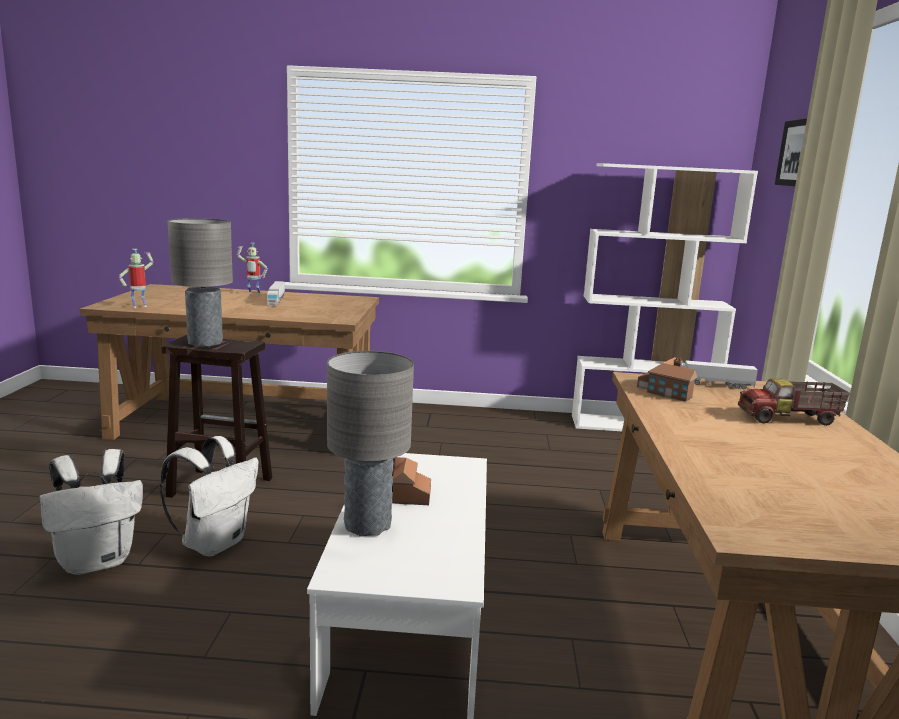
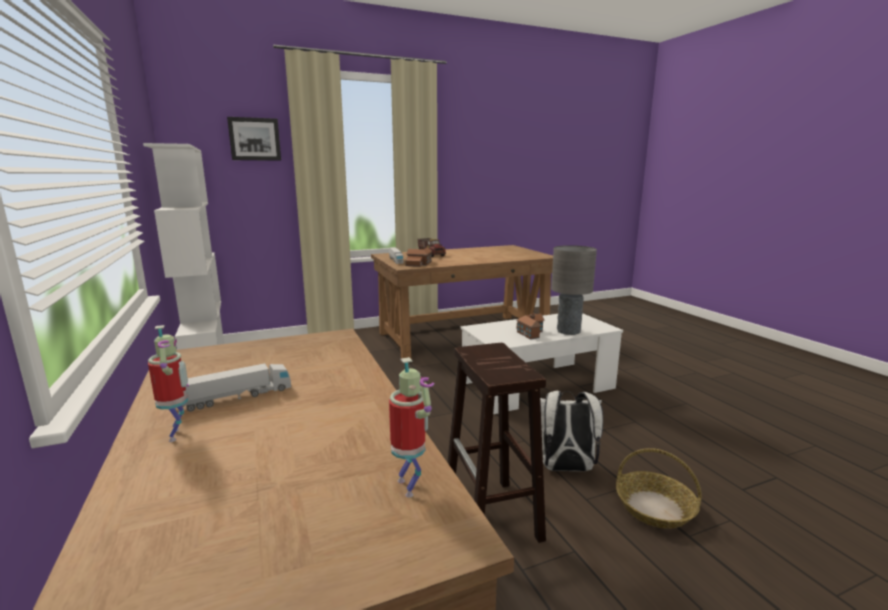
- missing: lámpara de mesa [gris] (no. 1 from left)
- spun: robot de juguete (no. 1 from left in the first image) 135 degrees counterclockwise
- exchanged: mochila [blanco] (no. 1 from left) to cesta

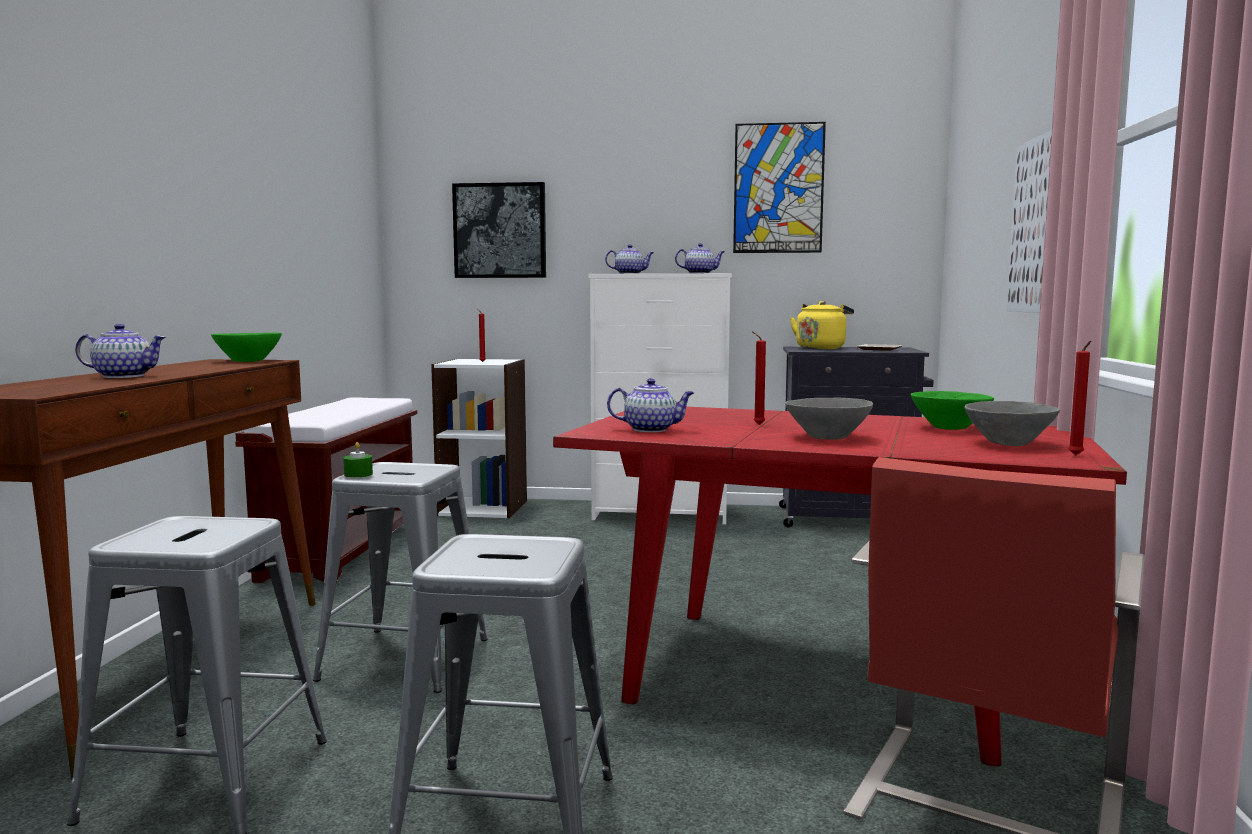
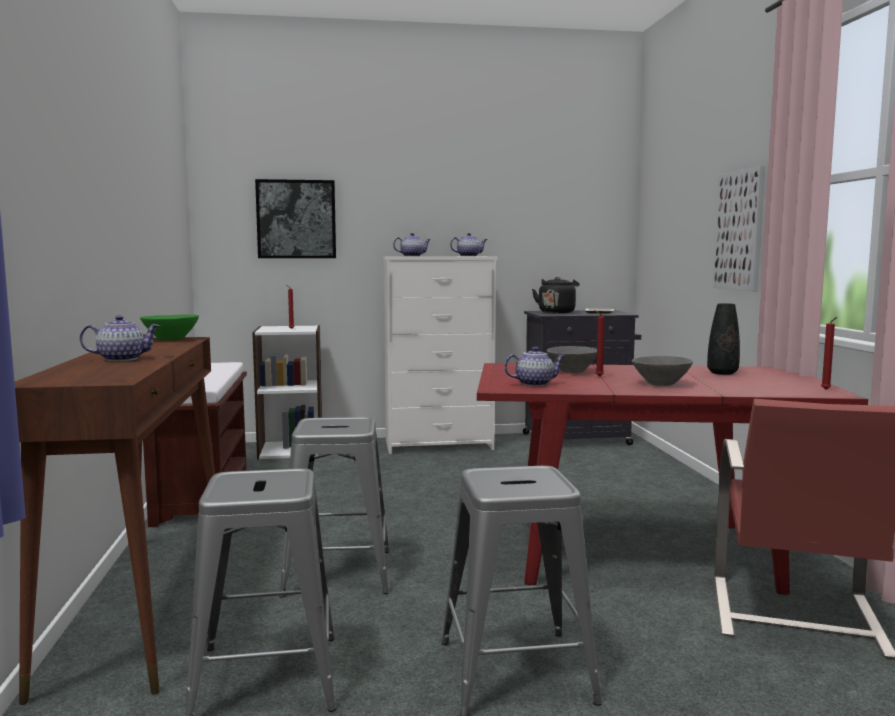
- missing: cuadro (no. 2 from left)
- colour: hervidor [amarillo] to hervidor [negro]
- exchanged: cuenco [verde] (no. 2 from left) to florero [negro]
- relocated: cuenco [gris] (no. 2 from left in the first image) to cuenco [gris] (no. 1 from left)
- missing: vela [verde]

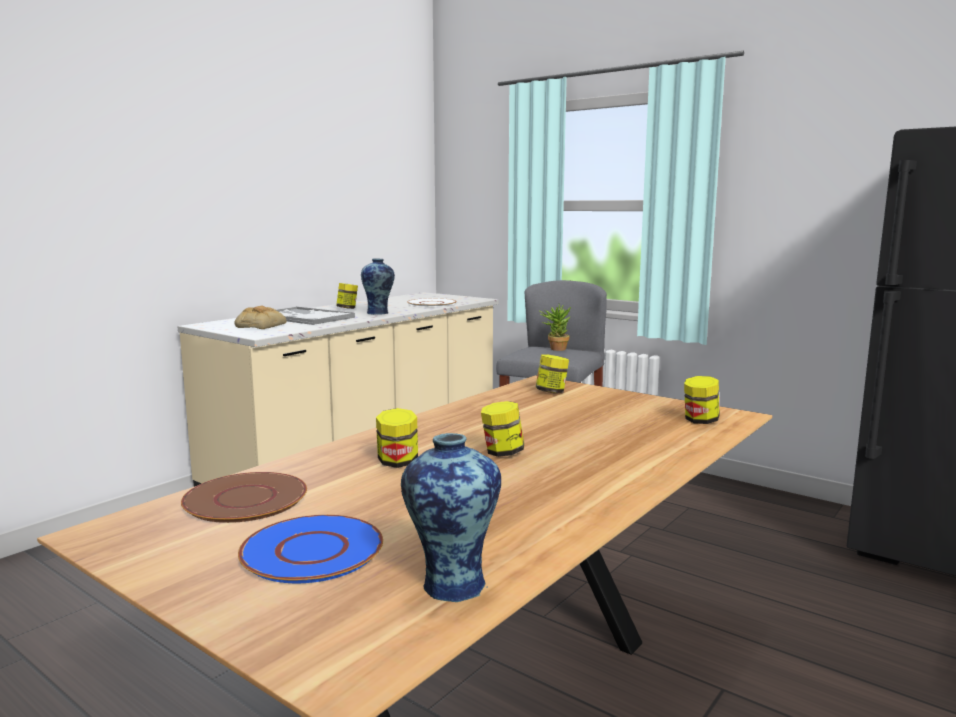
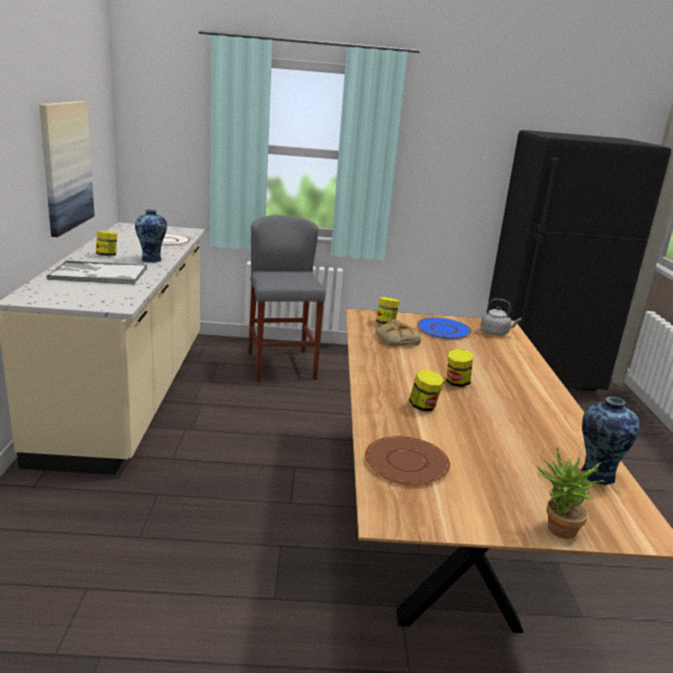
- relocated: planta en maceta
- relocated: pan
- exchanged: tarro (no. 5 from left) to hervidor [gris]
- relocated: plato [azul]
- appeared: cuadro

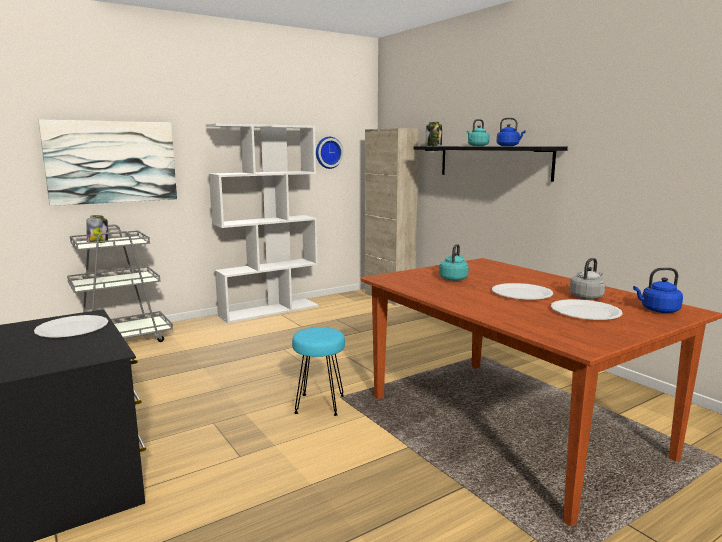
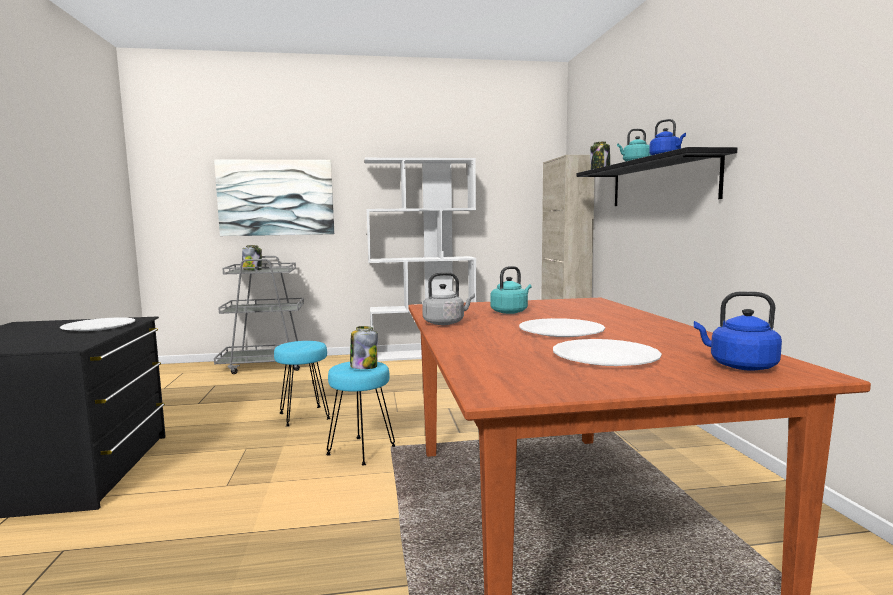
- missing: reloj de pared
- relocated: hervidor [gris]
- appeared: tarro (no. 2 from left)
- appeared: taburete [turquesa] (no. 1 from left)

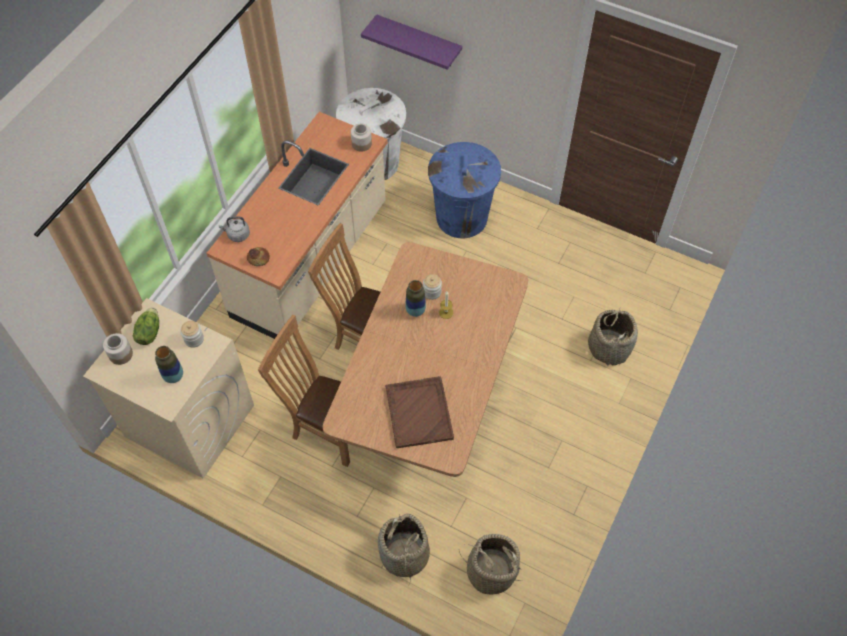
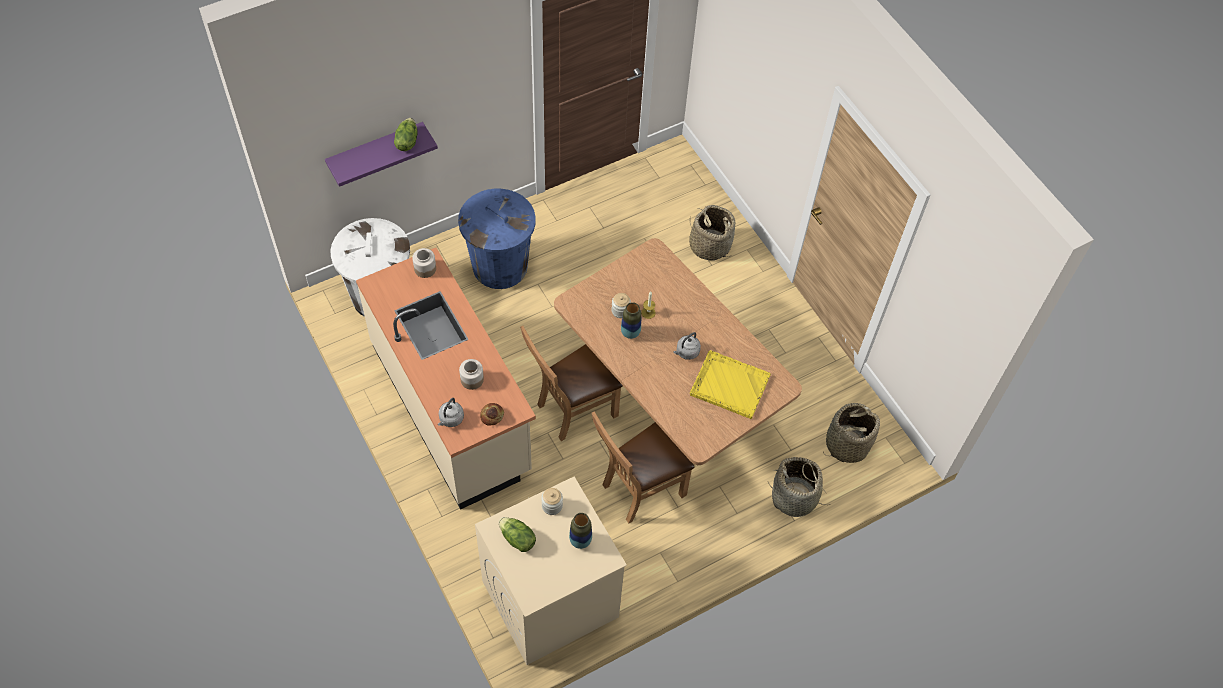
- relocated: tarro (no. 1 from left in the first image) to tarro (no. 2 from left)
- colour: bandeja [marrón] to bandeja [amarillo]
- appeared: lechuga (no. 1 from left)
- appeared: hervidor [gris] (no. 2 from left)

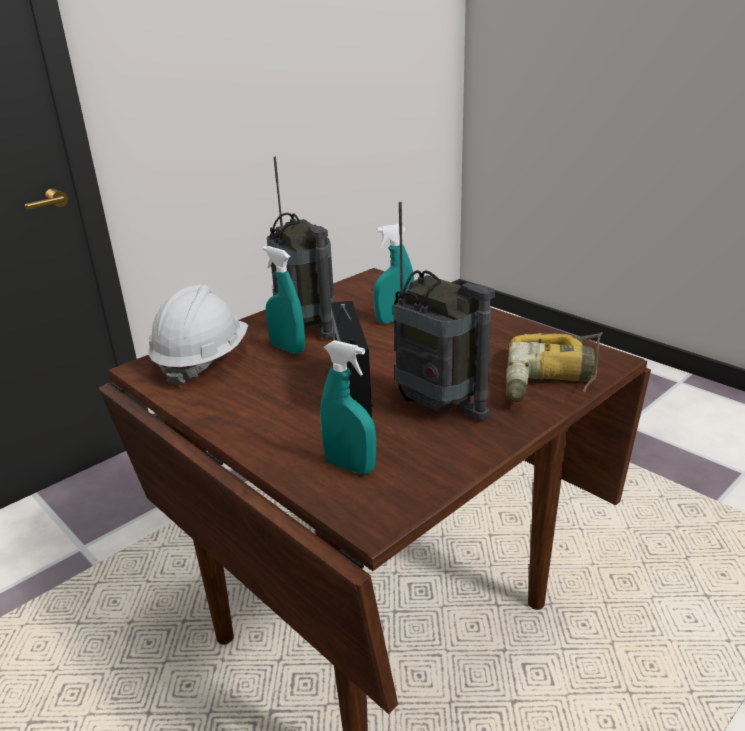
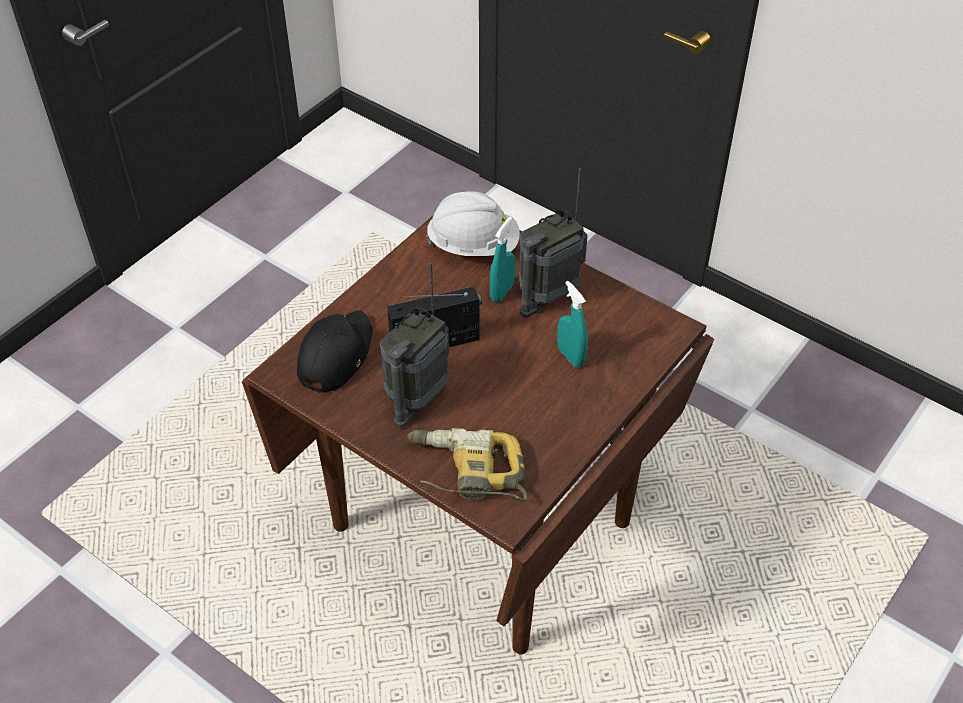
- exchanged: pulverizador [turquesa] (no. 2 from left) to gorra [negro]

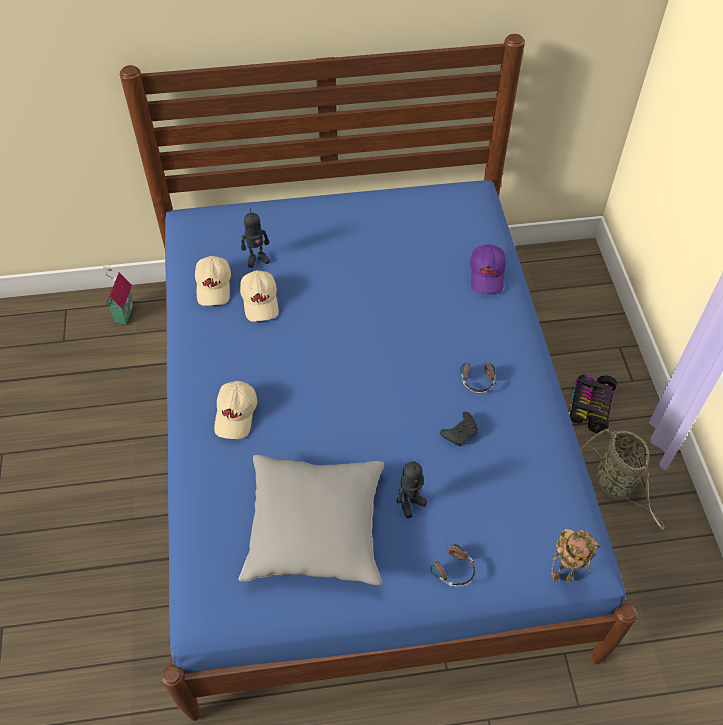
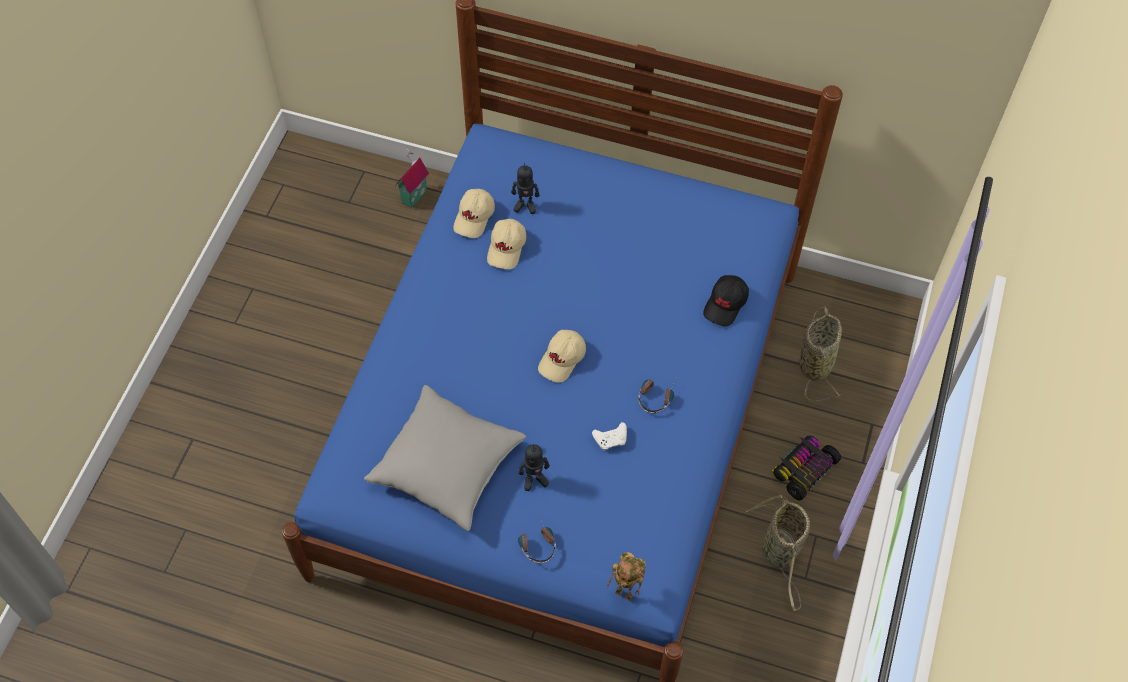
- colour: gorra [morado] to gorra [negro]
- relocated: gorra [beis] (no. 2 from left in the first image) to gorra [beis] (no. 3 from left)
- colour: mando de consola [negro] to mando de consola [blanco]
- appeared: cesta (no. 2 from left)

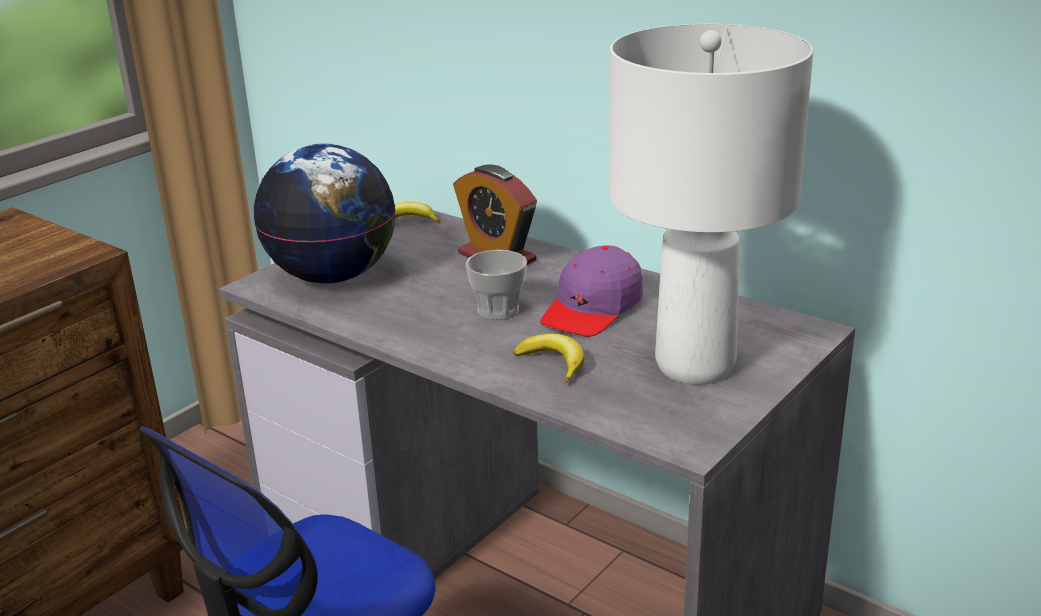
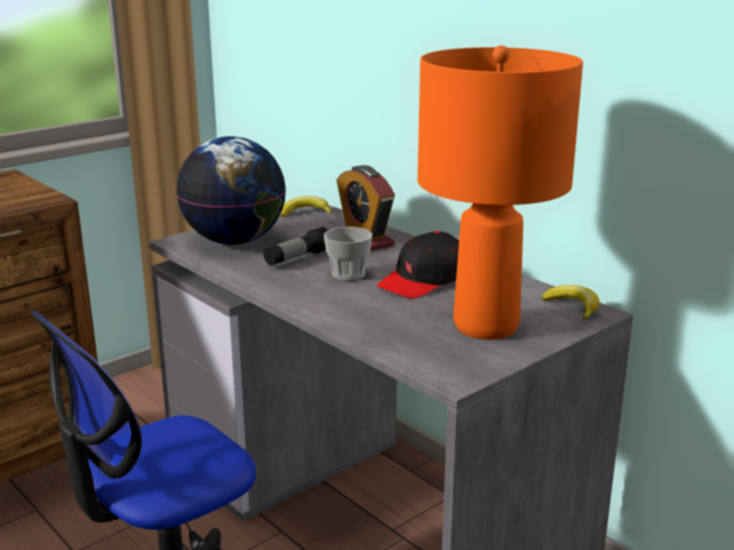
- colour: lámpara de mesa [blanco] to lámpara de mesa [naranja]
- colour: gorra [morado] to gorra [negro]
- relocated: plátano (no. 2 from left)
- appeared: linterna

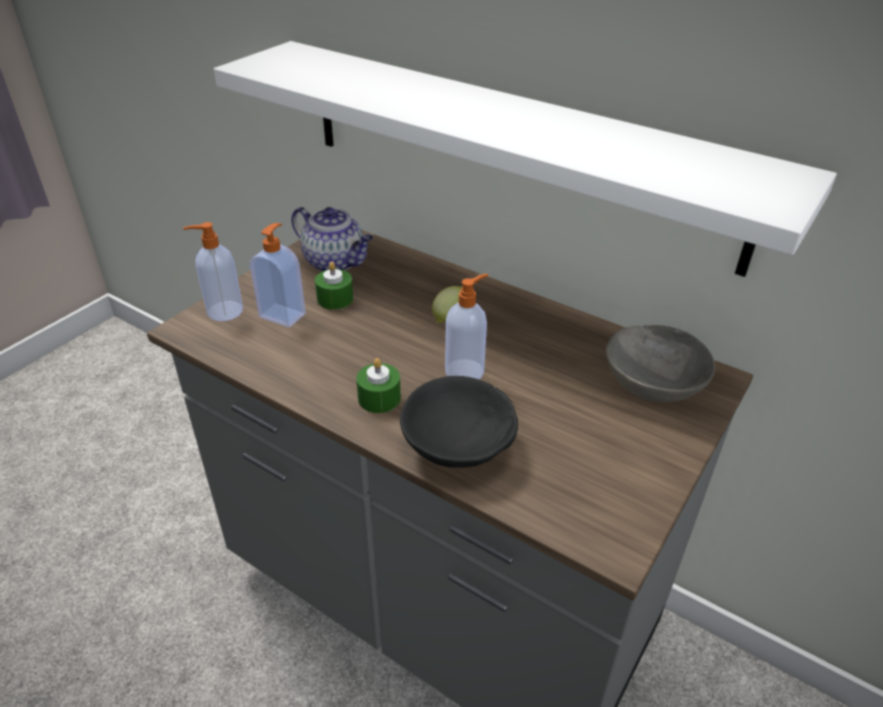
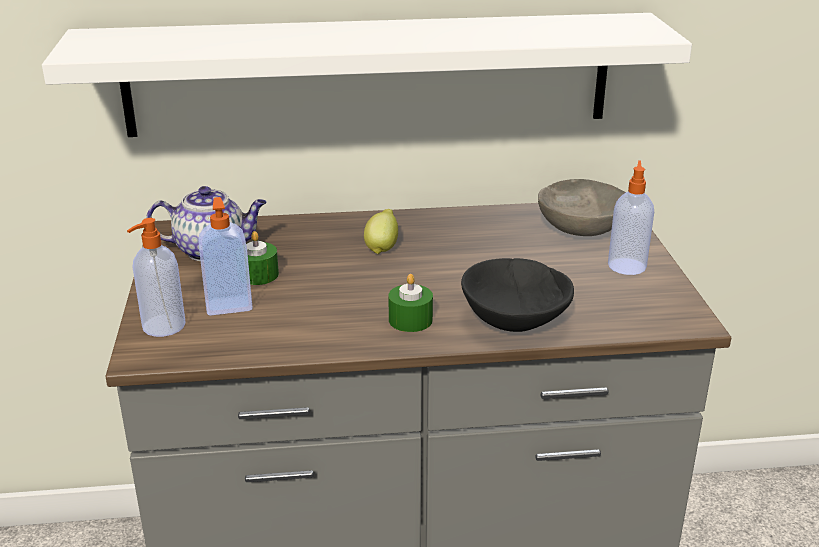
- relocated: dispensador de jabón (no. 3 from left)

